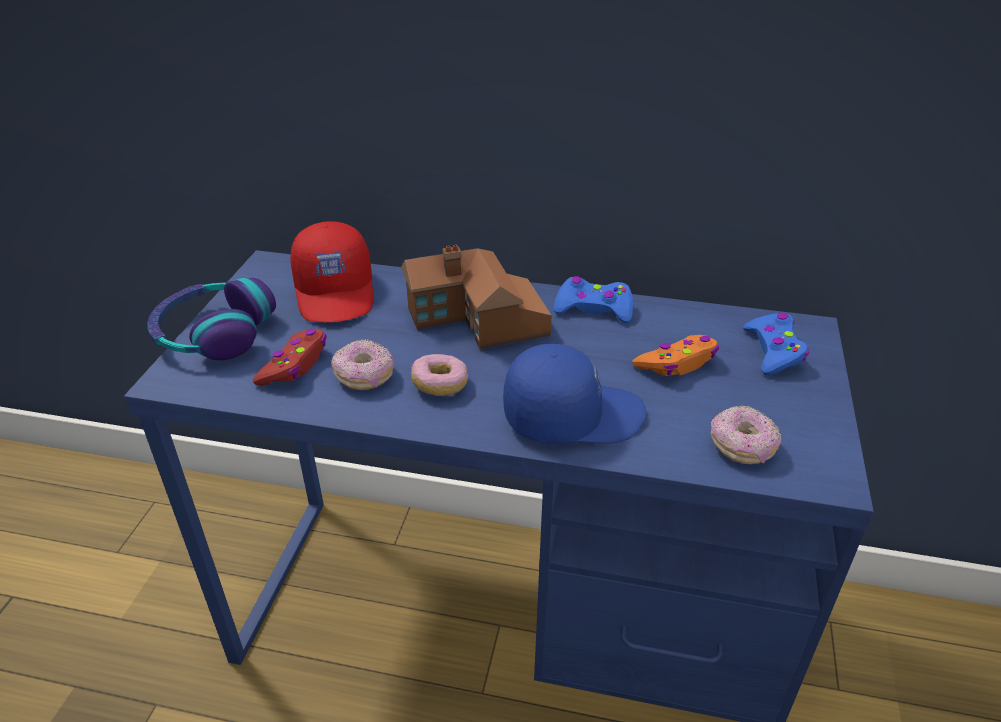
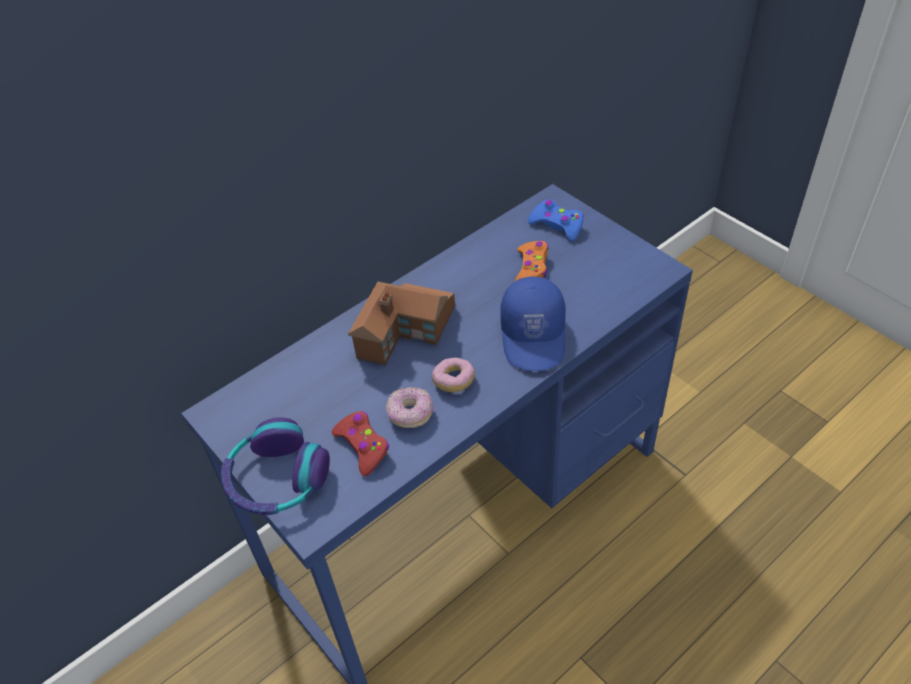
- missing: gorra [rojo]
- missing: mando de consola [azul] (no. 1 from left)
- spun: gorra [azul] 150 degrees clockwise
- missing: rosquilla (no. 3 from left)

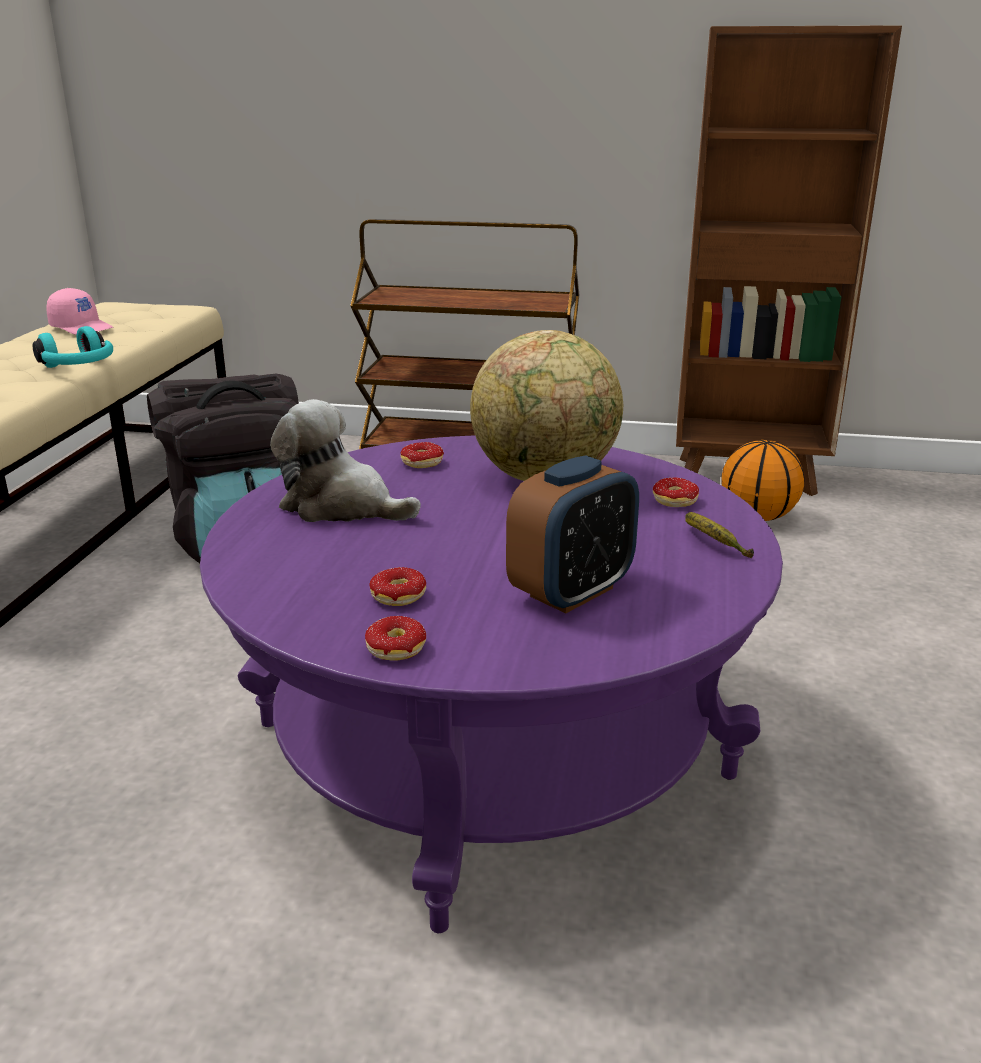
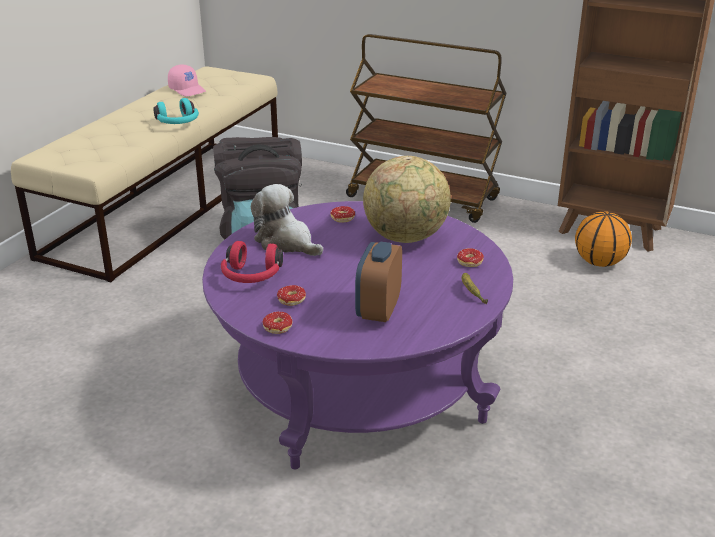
- spun: despertador 135 degrees clockwise
- appeared: auriculares [rojo]

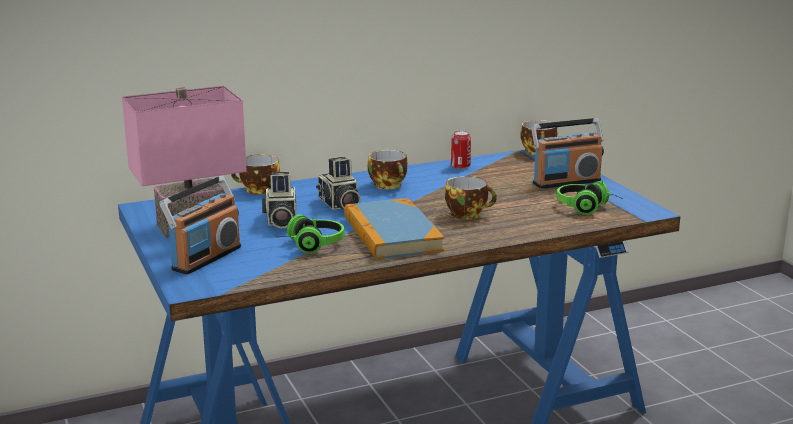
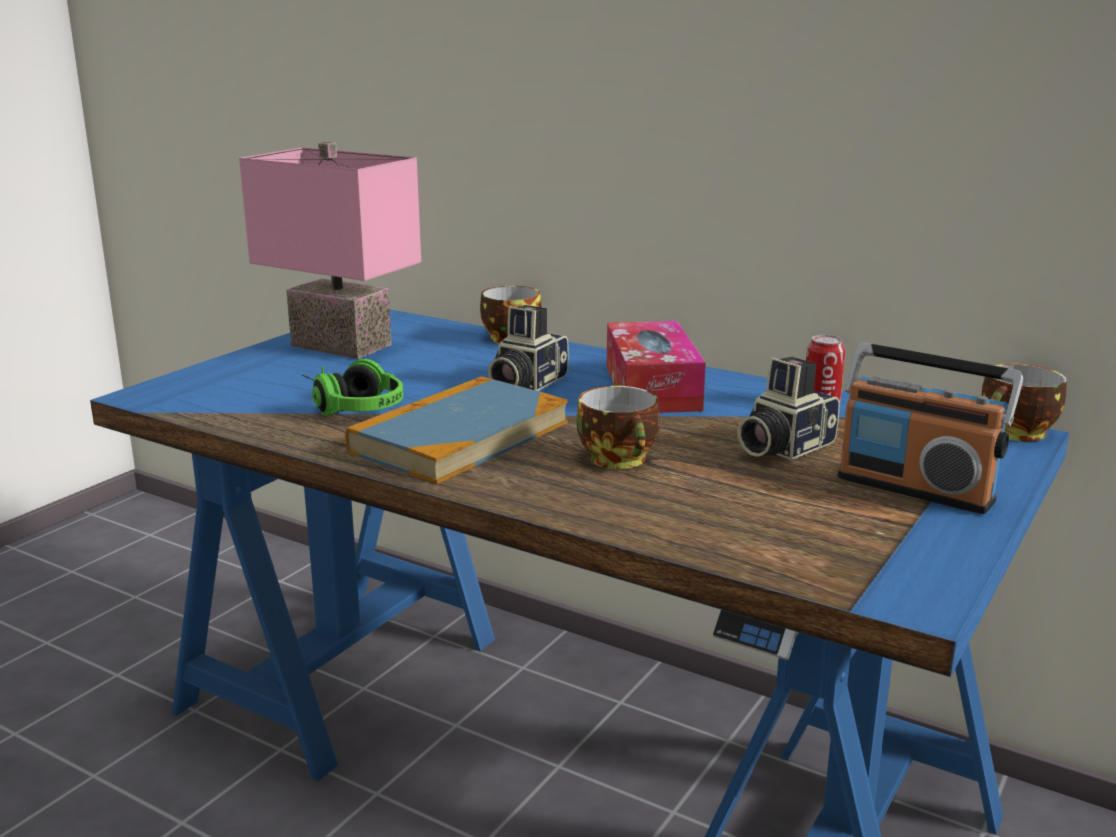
- exchanged: taza (no. 2 from left) to caja de pañuelos
- relocated: cámara (no. 1 from left in the first image) to cámara (no. 2 from left)
- missing: radio (no. 1 from left)
- missing: auriculares (no. 2 from left)

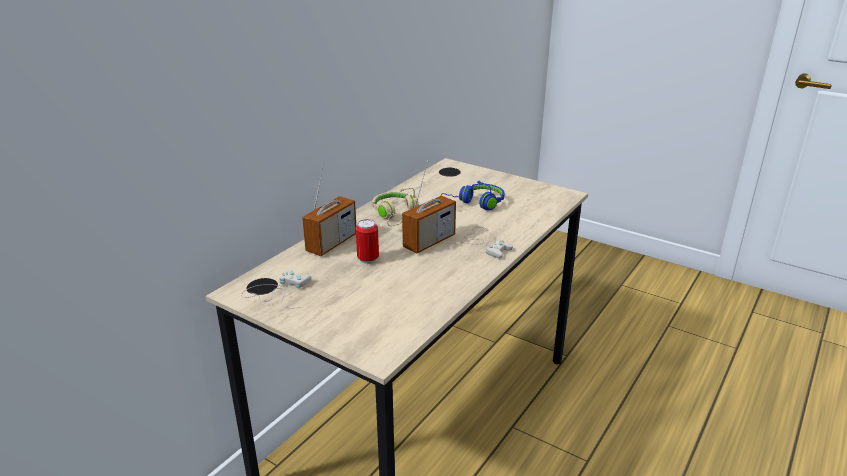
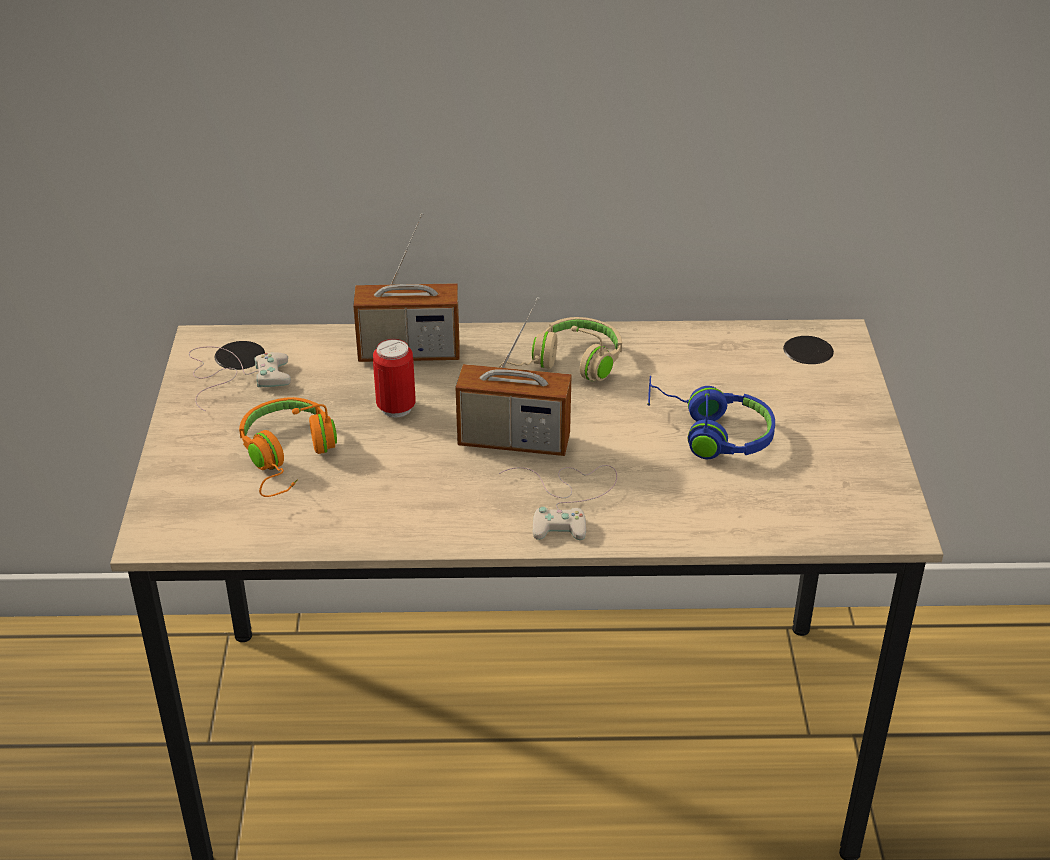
- appeared: auriculares [naranja]

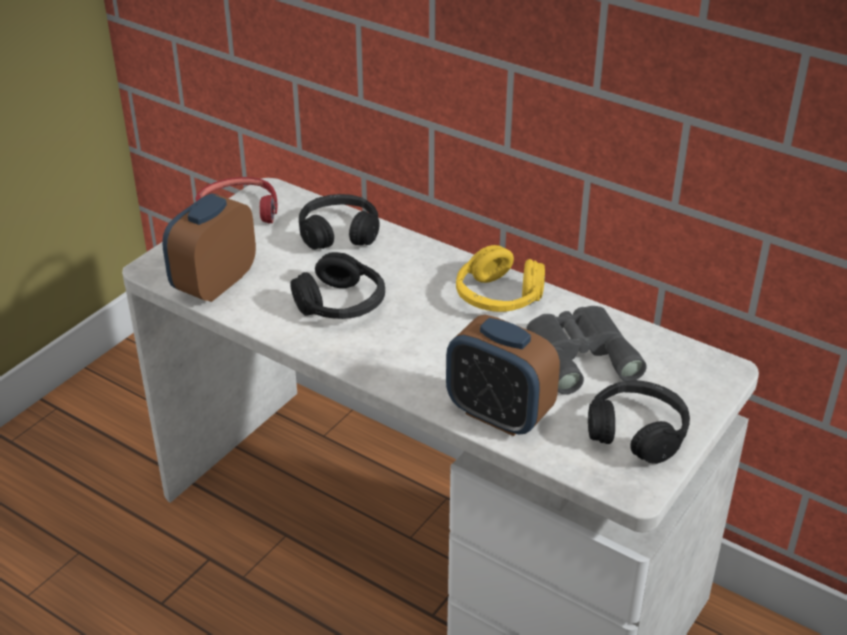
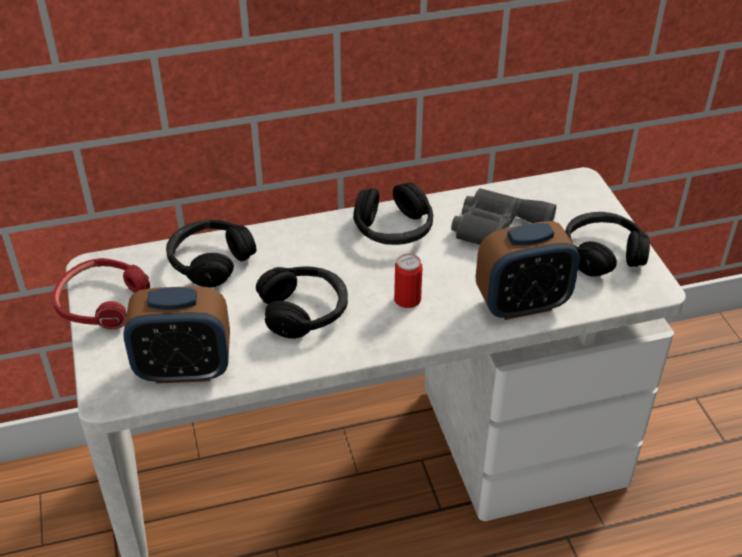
- spun: despertador (no. 1 from left) 75 degrees counterclockwise
- colour: auriculares [amarillo] to auriculares [negro] (no. 3 from left)
- appeared: lata

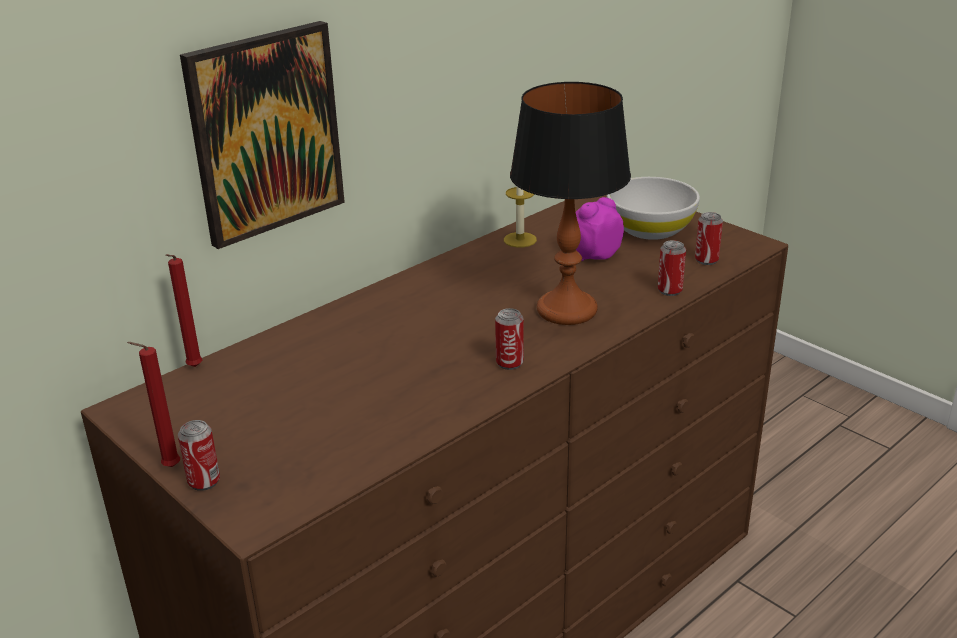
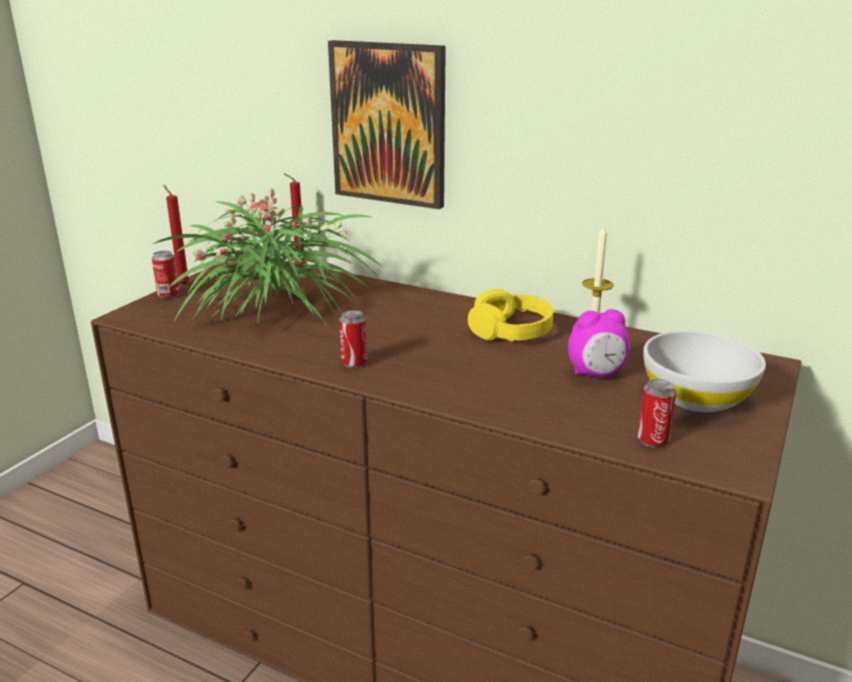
- missing: lámpara de mesa
- spun: despertador 135 degrees clockwise
- missing: lata (no. 3 from left)
- appeared: planta en maceta
- appeared: auriculares [amarillo]

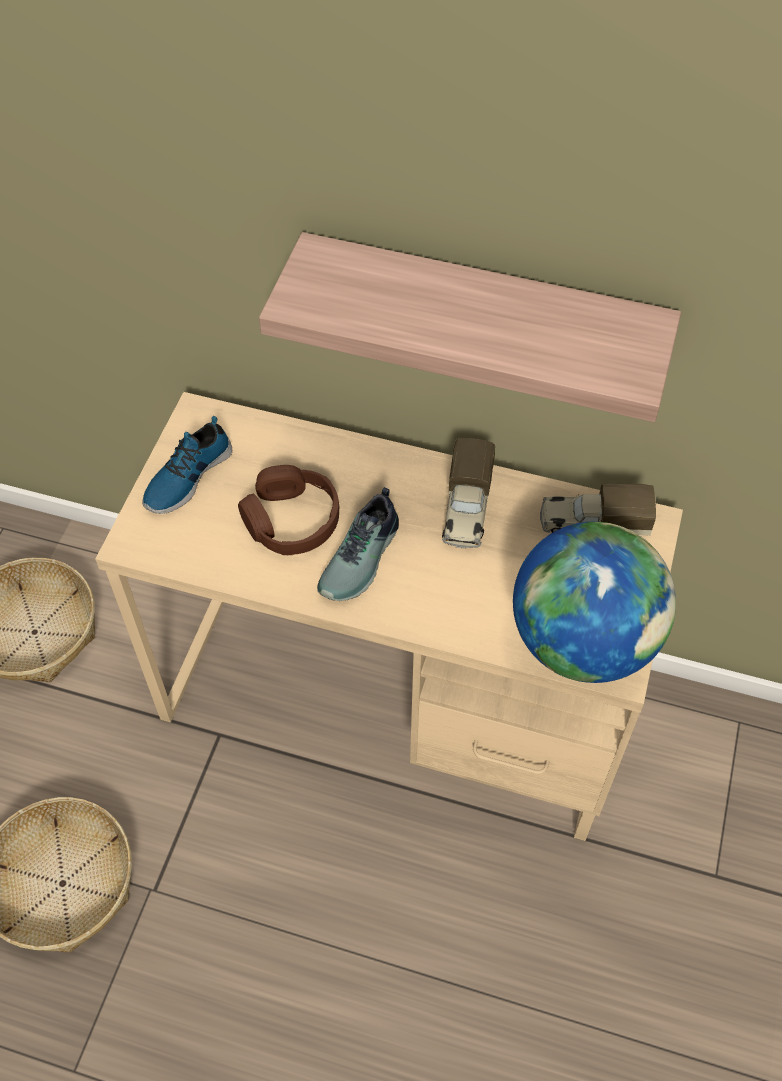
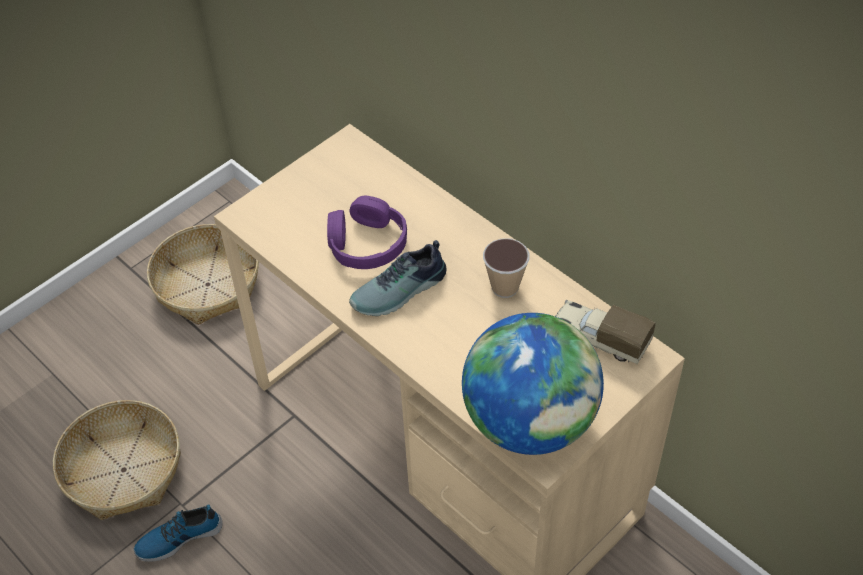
- missing: estante
- relocated: zapato (no. 1 from left)
- exchanged: camión de juguete (no. 1 from left) to taza
- colour: auriculares [marrón] to auriculares [morado]

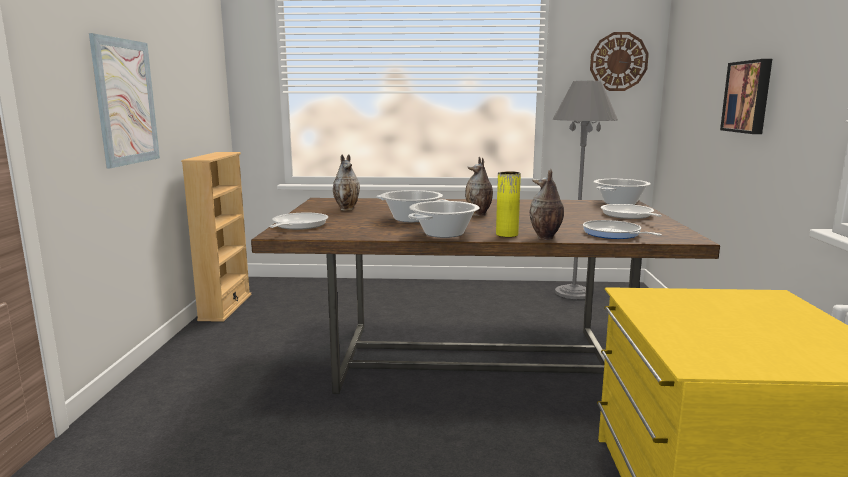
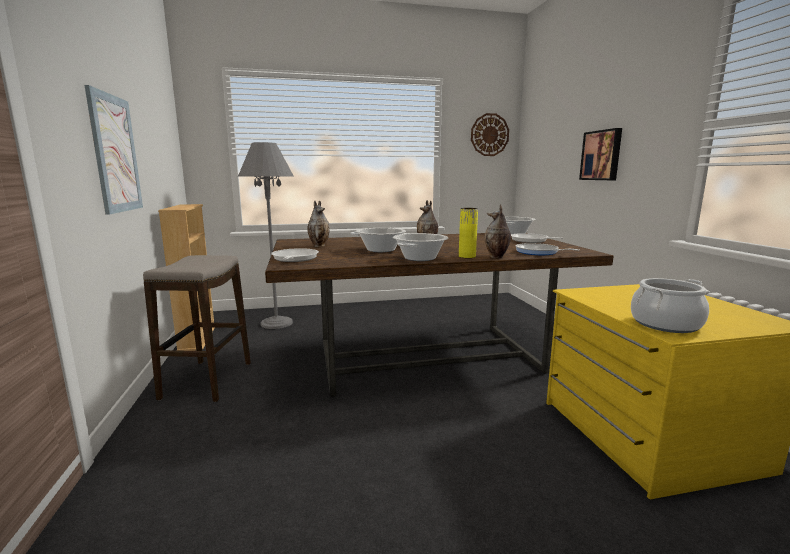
- relocated: lámpara de pie [gris]
- appeared: taburete
- appeared: olla (no. 4 from left)

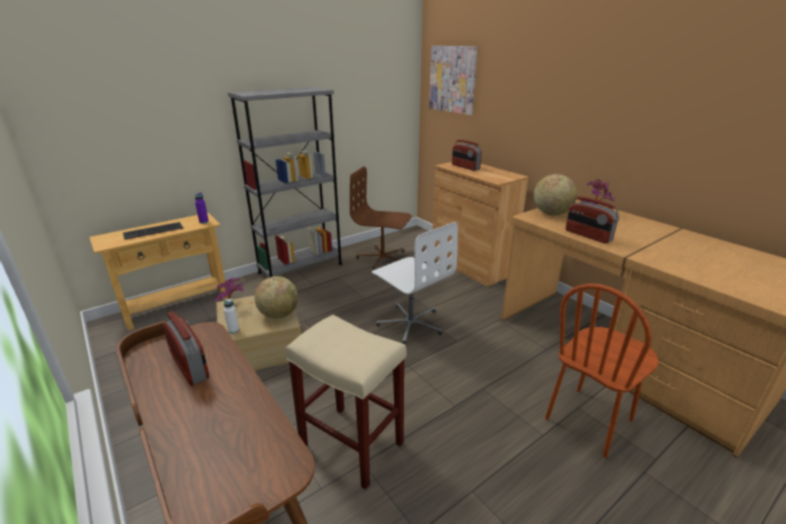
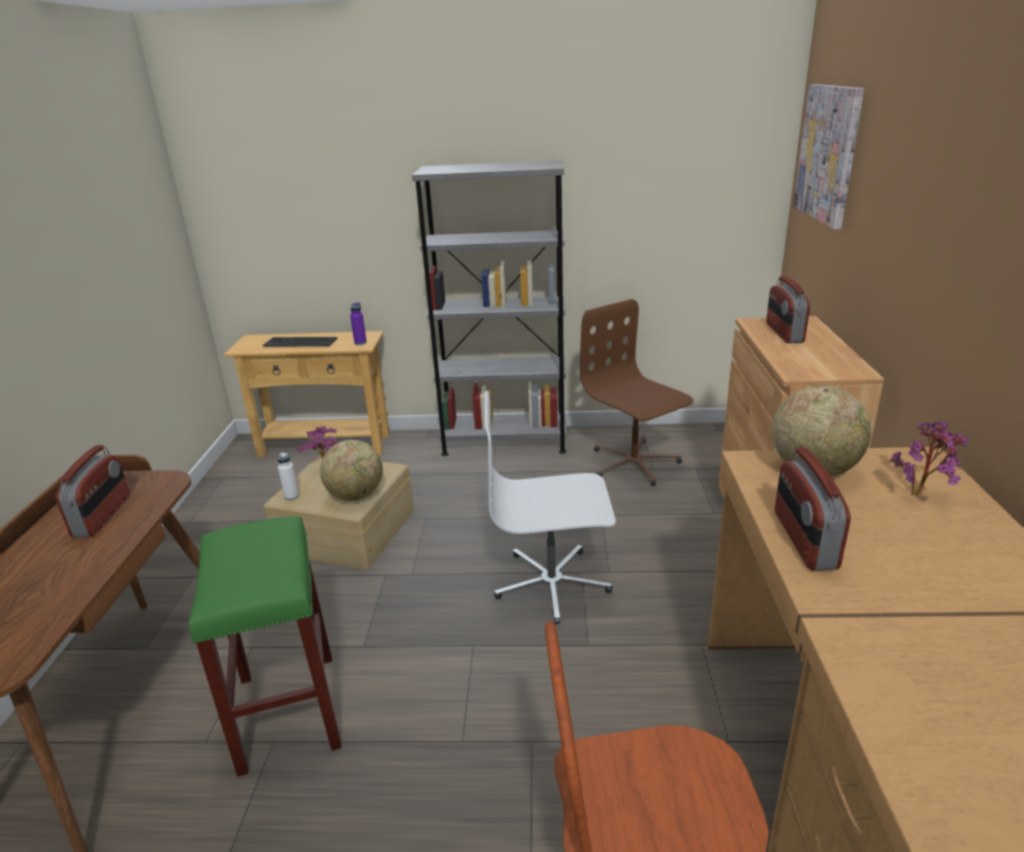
- spun: silla de oficina [blanco] 90 degrees clockwise
- colour: taburete [beis] to taburete [verde]

